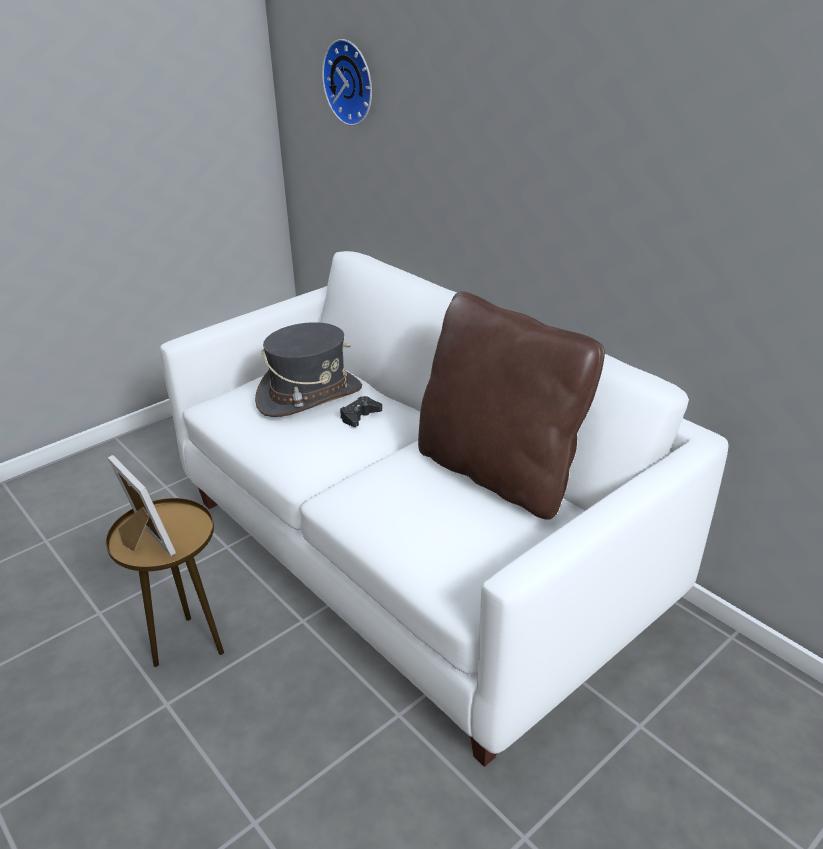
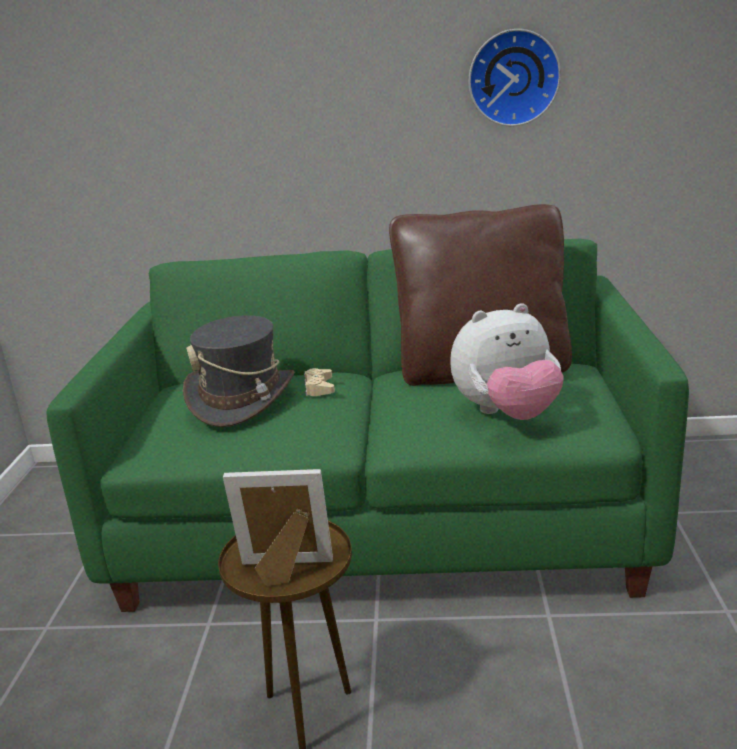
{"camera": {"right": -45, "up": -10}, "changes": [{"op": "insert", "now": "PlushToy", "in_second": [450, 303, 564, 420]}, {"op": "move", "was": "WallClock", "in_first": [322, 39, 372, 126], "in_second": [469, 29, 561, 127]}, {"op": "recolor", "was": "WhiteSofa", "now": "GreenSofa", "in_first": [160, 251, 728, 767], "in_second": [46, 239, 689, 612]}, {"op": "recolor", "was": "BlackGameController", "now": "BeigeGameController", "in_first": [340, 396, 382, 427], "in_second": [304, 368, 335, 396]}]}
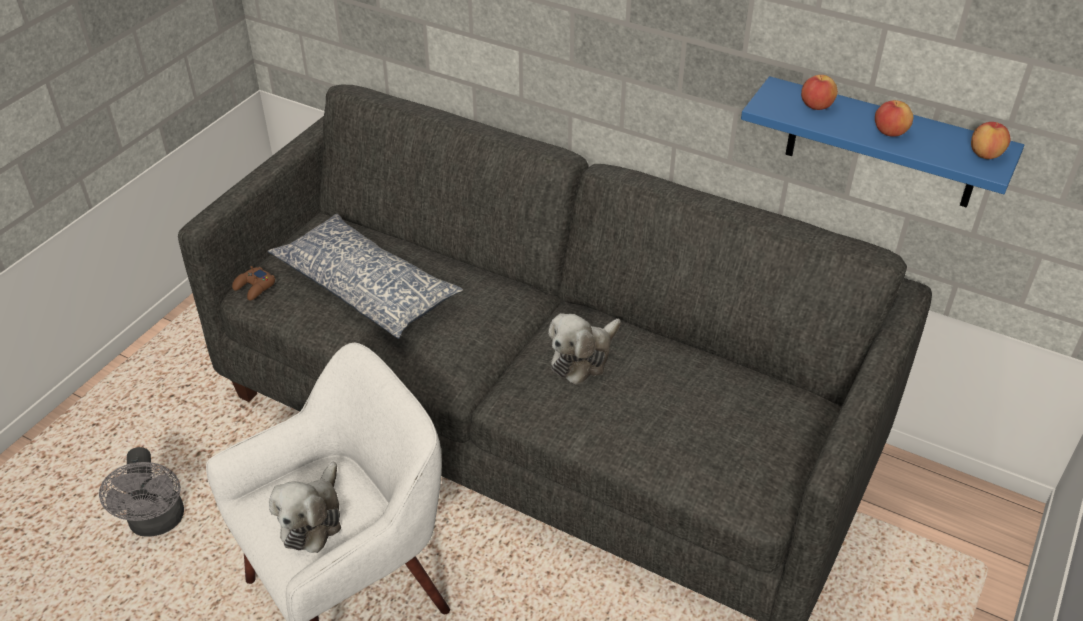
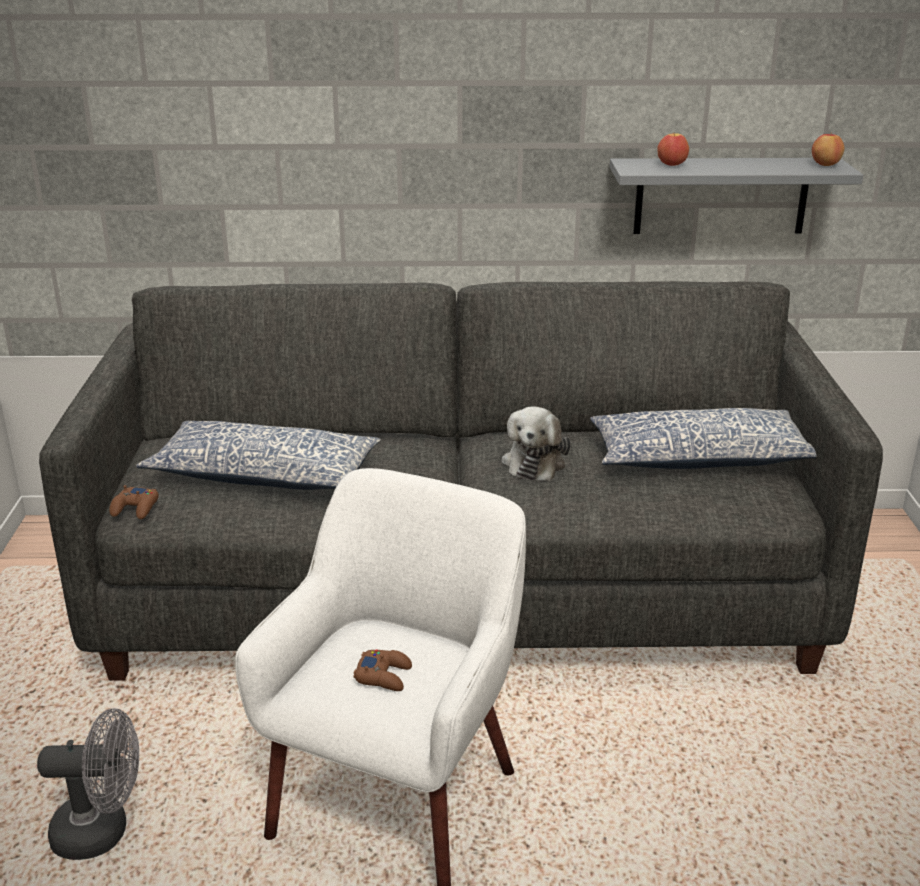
{"camera": {"right": -30, "up": -15}, "changes": [{"op": "delete", "was": "Apple", "in_first": [875, 100, 913, 137]}, {"op": "insert", "now": "Pillow", "in_second": [590, 408, 816, 469]}, {"op": "replace", "was": "PlushToy", "now": "BrownGameController", "in_first": [269, 462, 341, 553], "in_second": [354, 650, 412, 691]}, {"op": "recolor", "was": "BlueShelf", "now": "GreyShelf", "in_first": [741, 76, 1024, 208], "in_second": [610, 158, 863, 234]}, {"op": "rotate", "was": "GreyFan", "in_first": [99, 447, 184, 537], "in_second": [37, 708, 139, 860], "clockwise": -45}]}
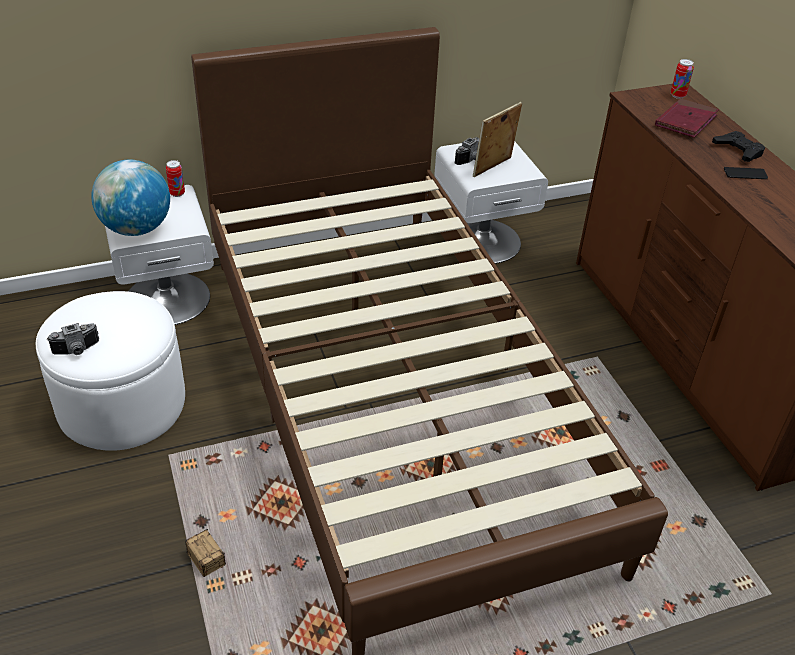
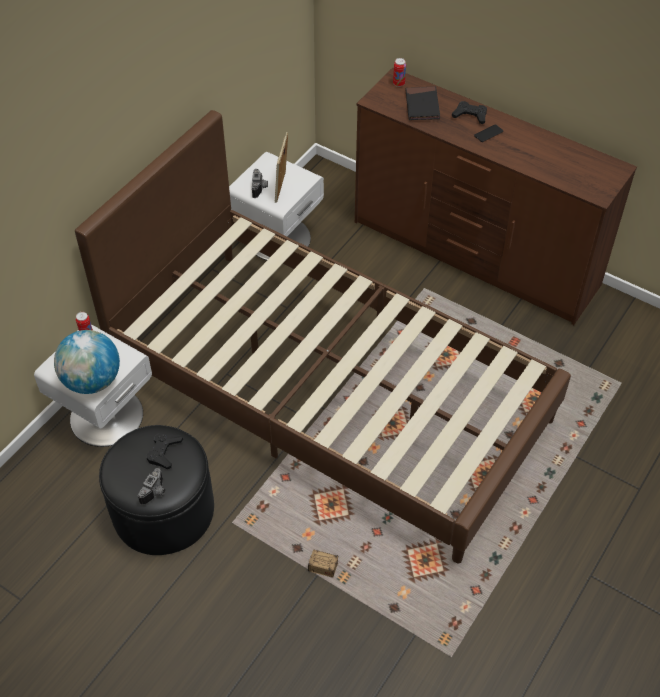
{"camera": {"right": -35, "up": 10}, "changes": [{"op": "insert", "now": "BlackGameController", "in_second": [146, 433, 183, 469]}, {"op": "recolor", "was": "WhiteOttoman", "now": "BlackOttoman", "in_first": [36, 291, 185, 451], "in_second": [99, 425, 214, 555]}, {"op": "recolor", "was": "RedBook", "now": "BlackBook", "in_first": [655, 99, 719, 138], "in_second": [406, 86, 440, 120]}]}
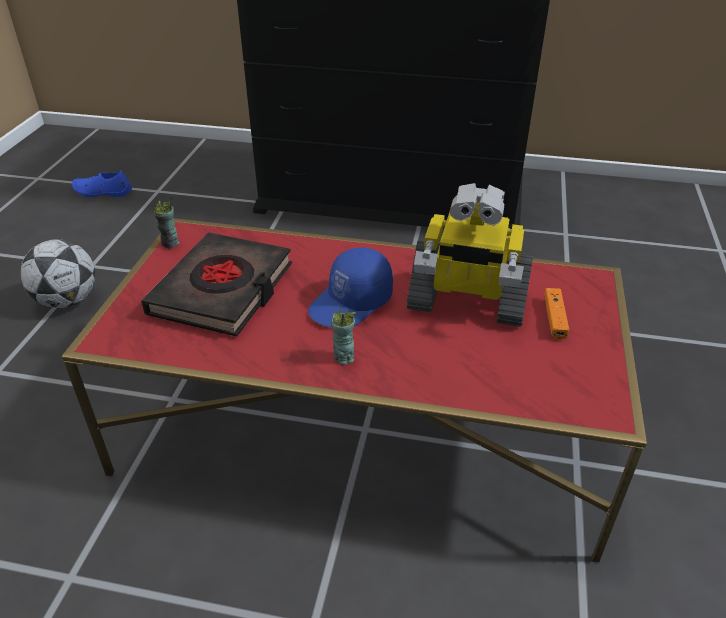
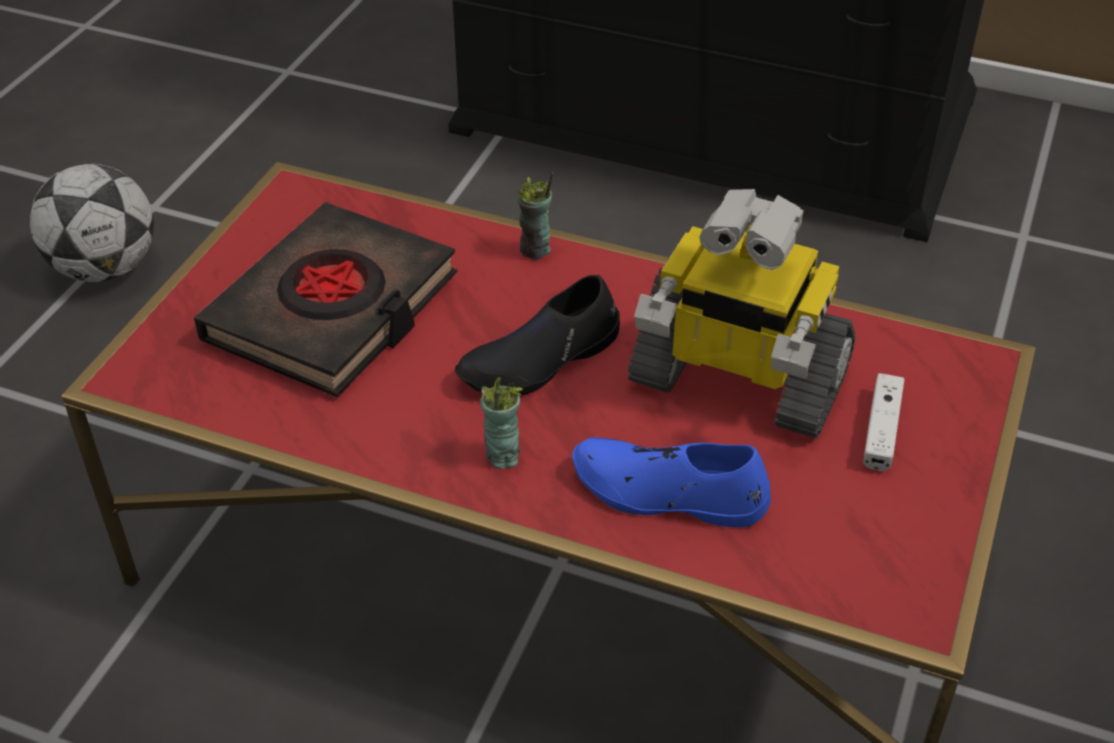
{"camera": {"right": 10, "up": 5}, "changes": [{"op": "move", "was": "BlueShoe", "in_first": [71, 171, 132, 197], "in_second": [572, 438, 771, 527]}, {"op": "move", "was": "Cup", "in_first": [152, 195, 179, 249], "in_second": [517, 172, 553, 260]}, {"op": "replace", "was": "BlueCap", "now": "BlackShoe", "in_first": [308, 248, 393, 328], "in_second": [455, 275, 620, 395]}, {"op": "recolor", "was": "OrangeGameController", "now": "WhiteGameController", "in_first": [544, 288, 569, 339], "in_second": [863, 373, 905, 471]}]}
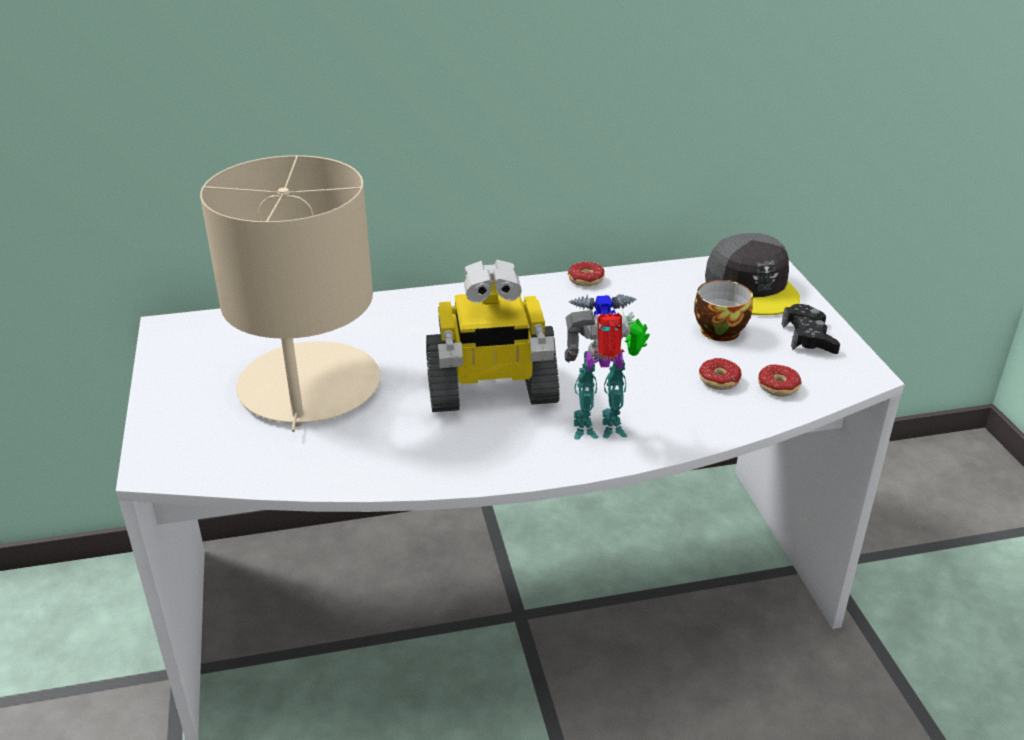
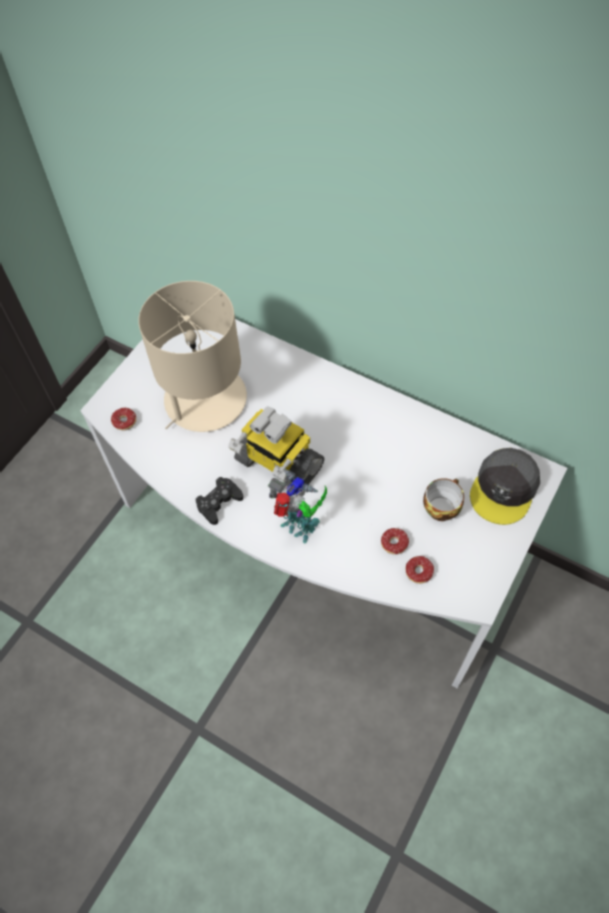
{"camera": {"right": 45, "up": 25}, "changes": [{"op": "move", "was": "Donut", "in_first": [568, 262, 605, 286], "in_second": [111, 408, 136, 430]}, {"op": "move", "was": "BlackGameController", "in_first": [782, 304, 840, 354], "in_second": [196, 477, 243, 525]}]}
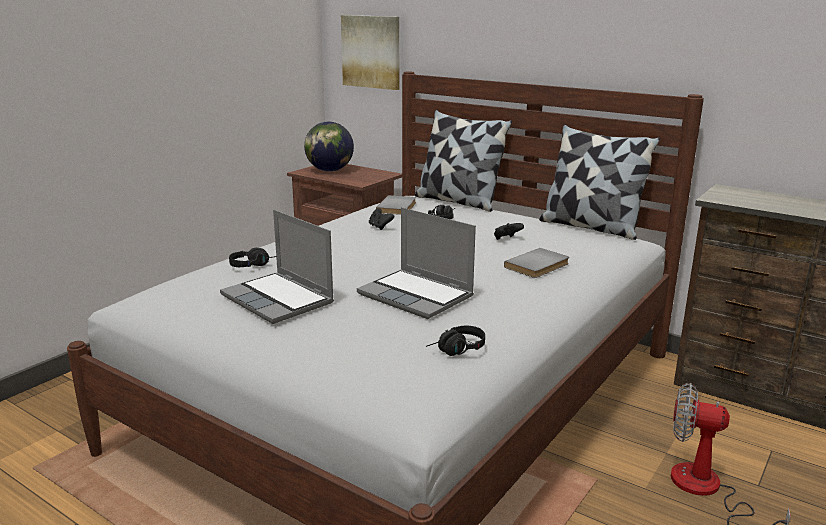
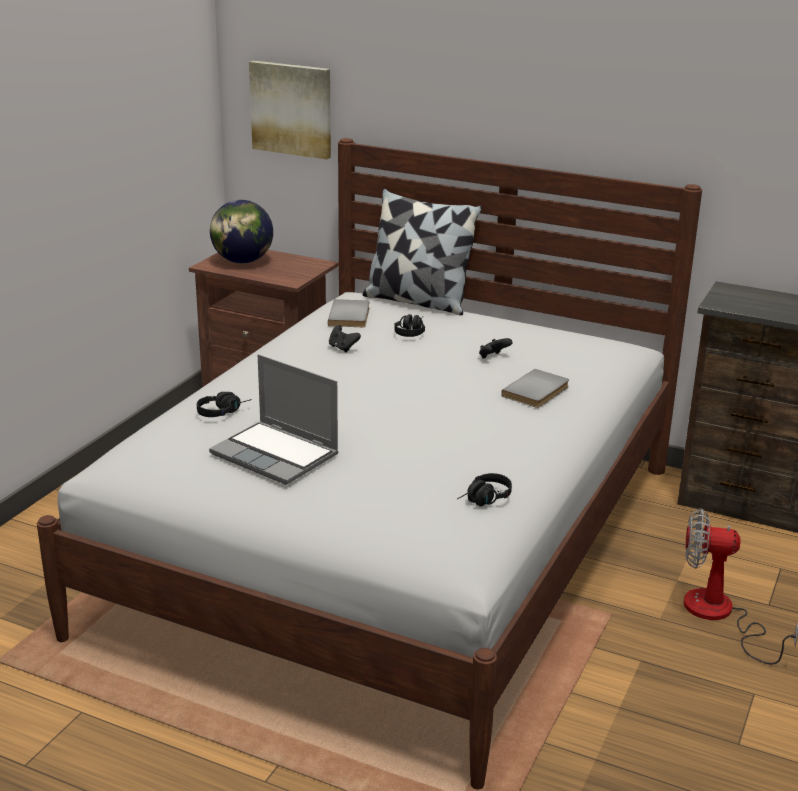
{"camera": {"right": -10, "up": 5}, "changes": [{"op": "delete", "was": "Laptop", "in_first": [357, 207, 476, 319]}, {"op": "delete", "was": "Pillow", "in_first": [539, 125, 660, 240]}]}
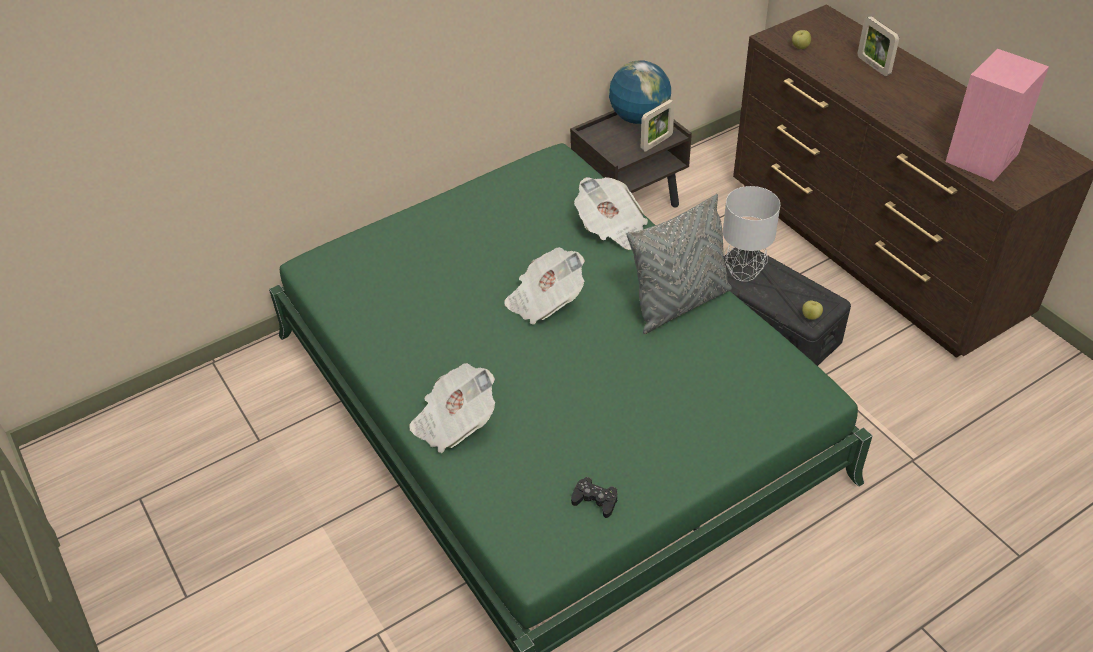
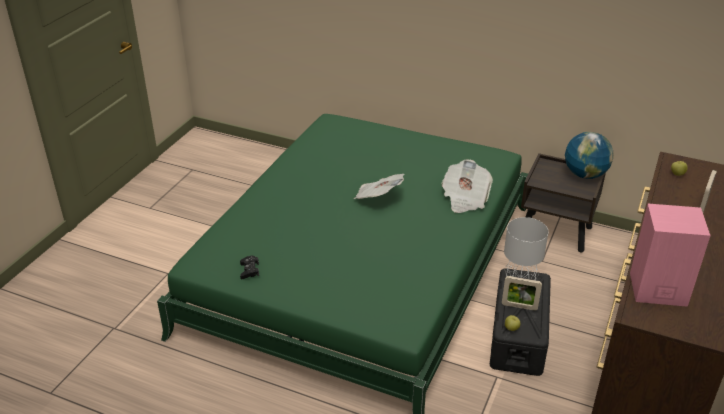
{"camera": {"right": 55, "up": -10}, "changes": [{"op": "delete", "was": "Newspaper", "in_first": [409, 363, 495, 453]}, {"op": "delete", "was": "GreyPillow", "in_first": [626, 194, 732, 334]}, {"op": "move", "was": "PictureFrame", "in_first": [641, 99, 675, 151], "in_second": [502, 276, 542, 311]}]}
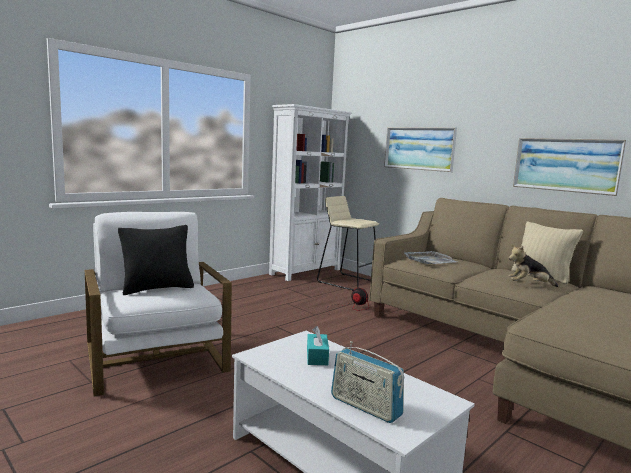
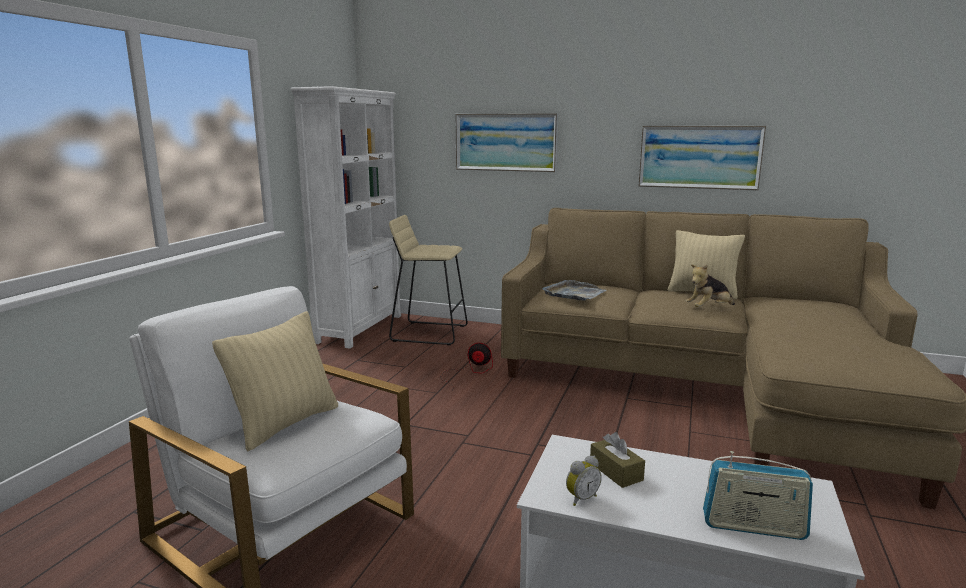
{"camera": {"right": -25, "up": 5}, "changes": [{"op": "insert", "now": "AlarmClock", "in_second": [566, 456, 602, 506]}, {"op": "recolor", "was": "BlackPillow", "now": "BeigePillow", "in_first": [118, 225, 194, 295], "in_second": [212, 311, 338, 451]}, {"op": "recolor", "was": "TurquoiseTissueBox", "now": "BrownTissueBox", "in_first": [307, 326, 329, 365], "in_second": [590, 432, 645, 488]}]}
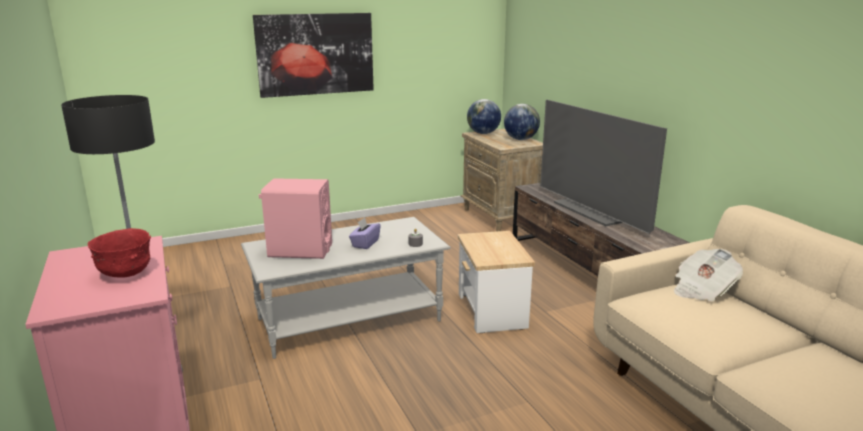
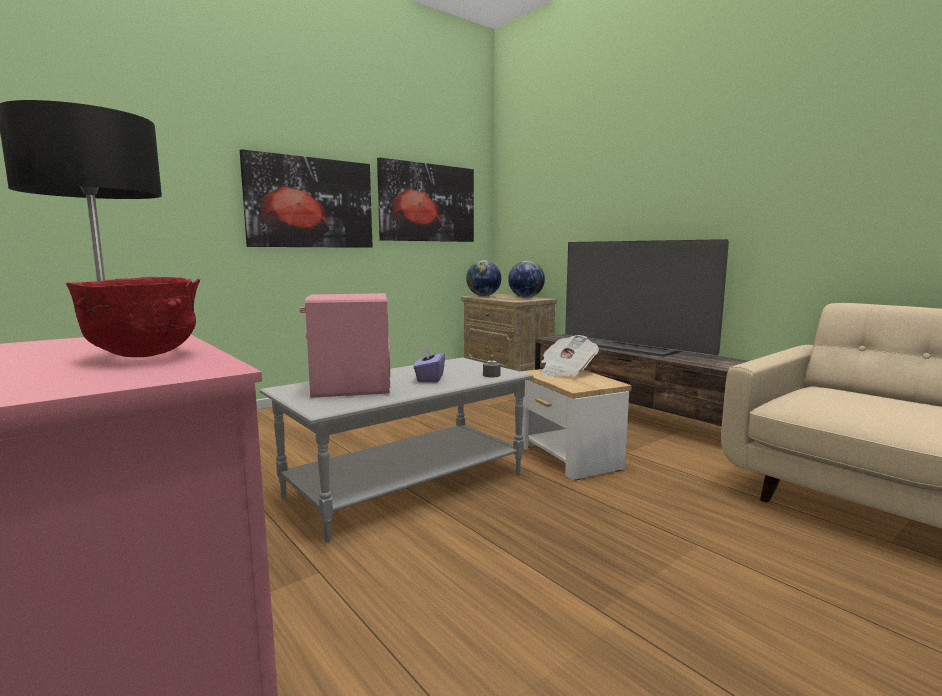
{"camera": {"right": -15, "up": -10}, "changes": [{"op": "insert", "now": "Picture", "in_second": [377, 157, 474, 242]}, {"op": "move", "was": "Newspaper", "in_first": [674, 249, 743, 301], "in_second": [541, 335, 599, 377]}]}
